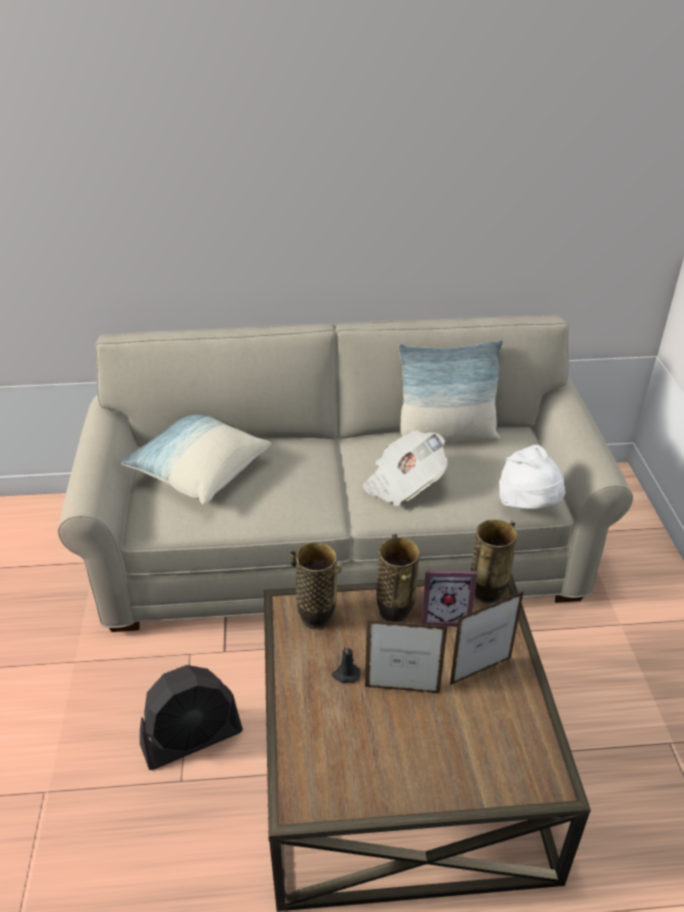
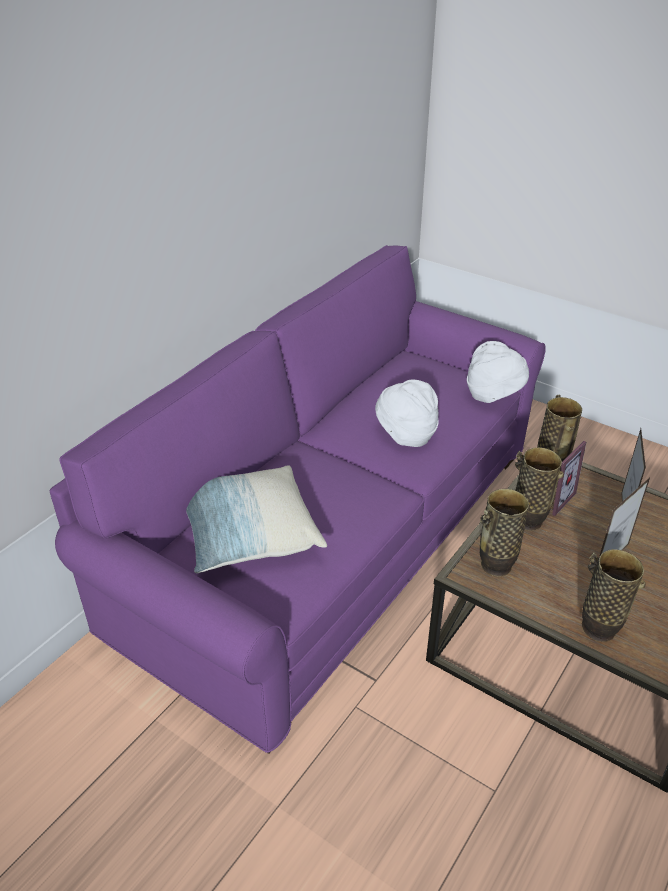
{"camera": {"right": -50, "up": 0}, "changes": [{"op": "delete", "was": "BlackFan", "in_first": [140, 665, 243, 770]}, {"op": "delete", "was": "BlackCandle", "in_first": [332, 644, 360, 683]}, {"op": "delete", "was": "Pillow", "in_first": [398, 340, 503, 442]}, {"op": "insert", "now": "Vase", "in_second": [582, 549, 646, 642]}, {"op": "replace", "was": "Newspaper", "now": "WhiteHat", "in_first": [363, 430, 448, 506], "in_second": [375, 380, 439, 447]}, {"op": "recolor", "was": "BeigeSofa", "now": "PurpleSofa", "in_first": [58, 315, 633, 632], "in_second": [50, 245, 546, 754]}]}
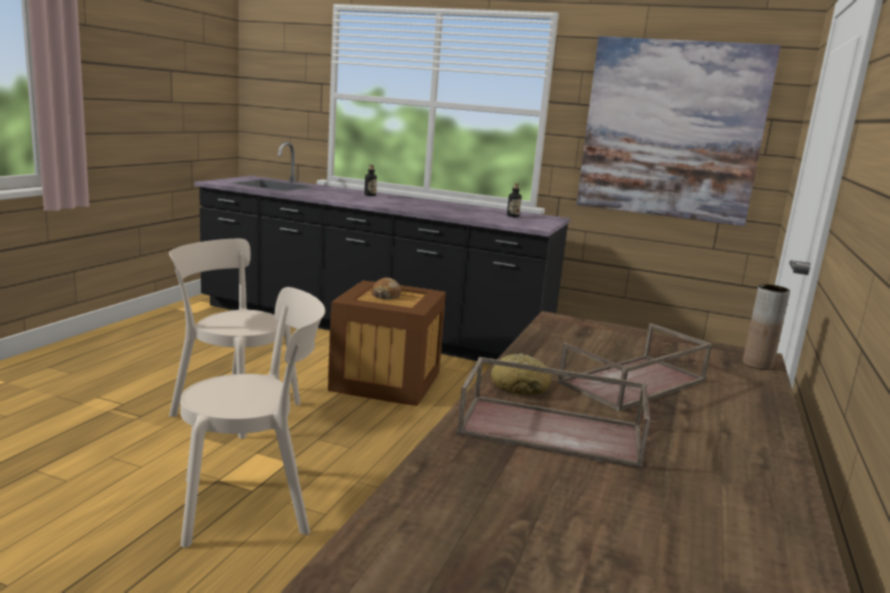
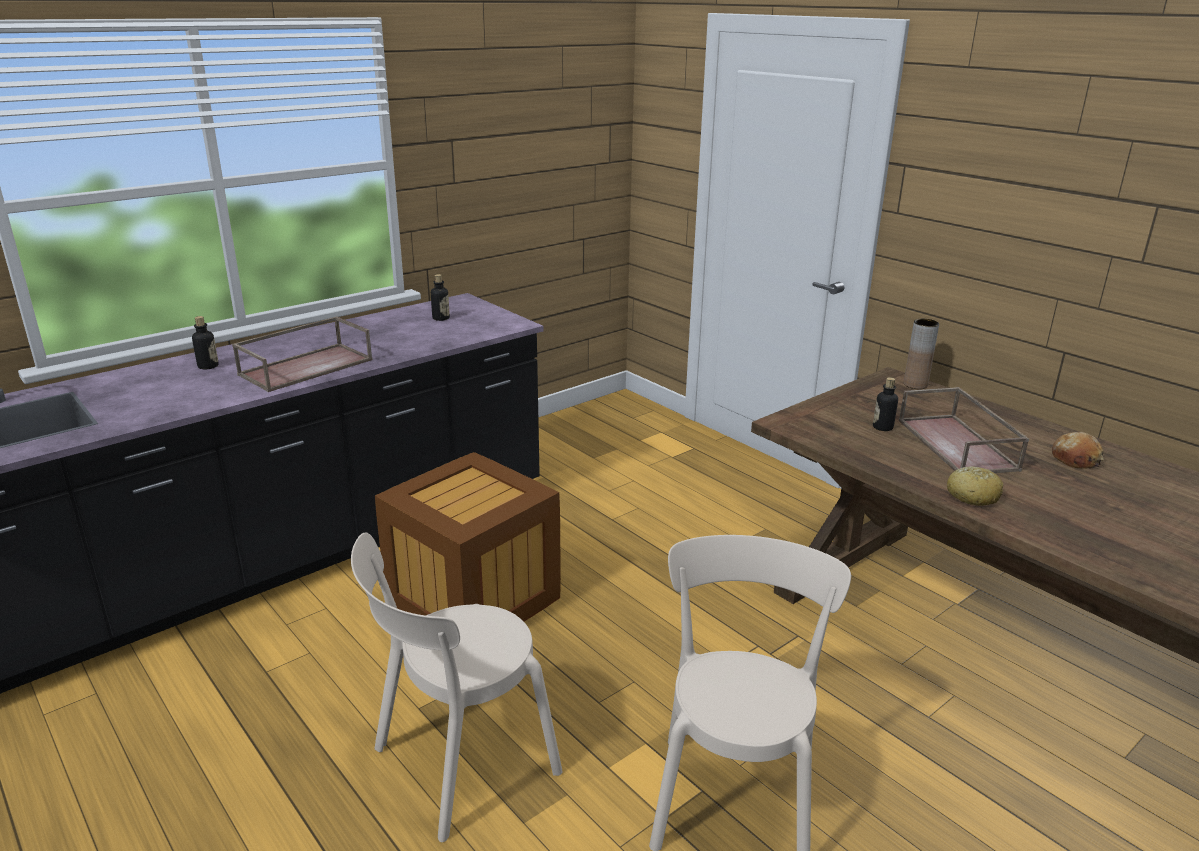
{"camera": {"right": -60, "up": 10}, "changes": [{"op": "delete", "was": "Picture", "in_first": [577, 36, 781, 226]}, {"op": "insert", "now": "Bottle", "in_second": [873, 377, 898, 431]}, {"op": "move", "was": "Bread", "in_first": [371, 278, 401, 299], "in_second": [1052, 432, 1104, 469]}, {"op": "move", "was": "BrownTray", "in_first": [456, 357, 650, 469], "in_second": [232, 316, 373, 392]}]}
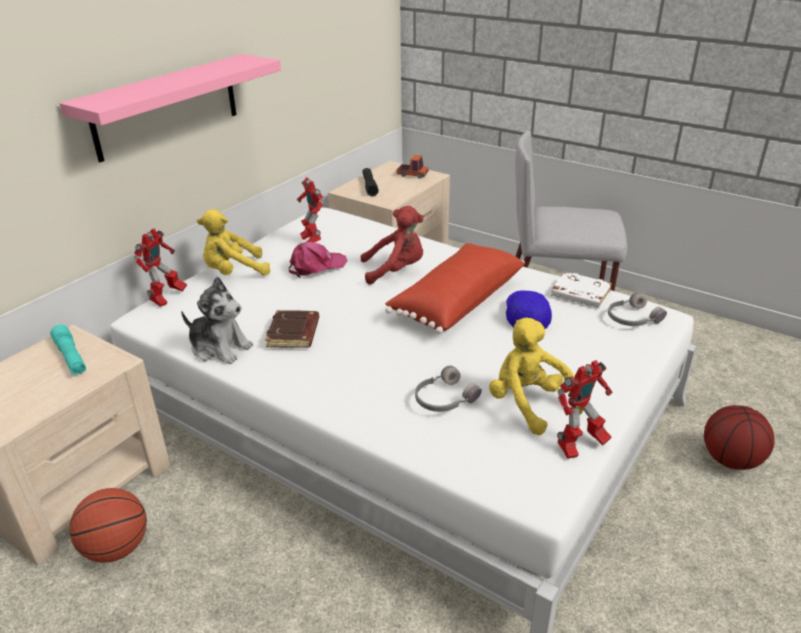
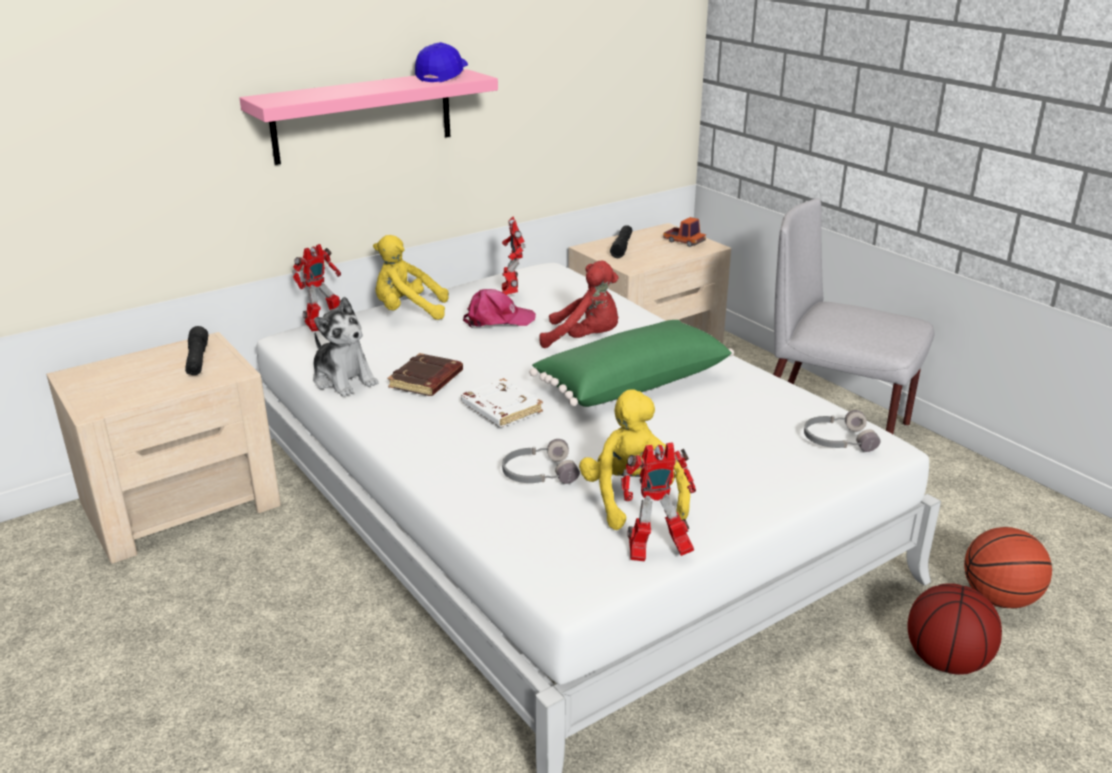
{"camera": {"right": 20, "up": -5}, "changes": [{"op": "move", "was": "Basketball", "in_first": [69, 488, 147, 563], "in_second": [964, 527, 1052, 608]}, {"op": "move", "was": "BlueCap", "in_first": [506, 290, 552, 329], "in_second": [415, 42, 468, 82]}, {"op": "move", "was": "WhiteBook", "in_first": [551, 272, 612, 308], "in_second": [461, 378, 543, 427]}, {"op": "recolor", "was": "TurquoiseFlashlight", "now": "BlackFlashlight", "in_first": [50, 324, 86, 375], "in_second": [185, 326, 208, 375]}, {"op": "recolor", "was": "RedPillow", "now": "GreenPillow", "in_first": [385, 243, 525, 334], "in_second": [530, 320, 734, 407]}]}
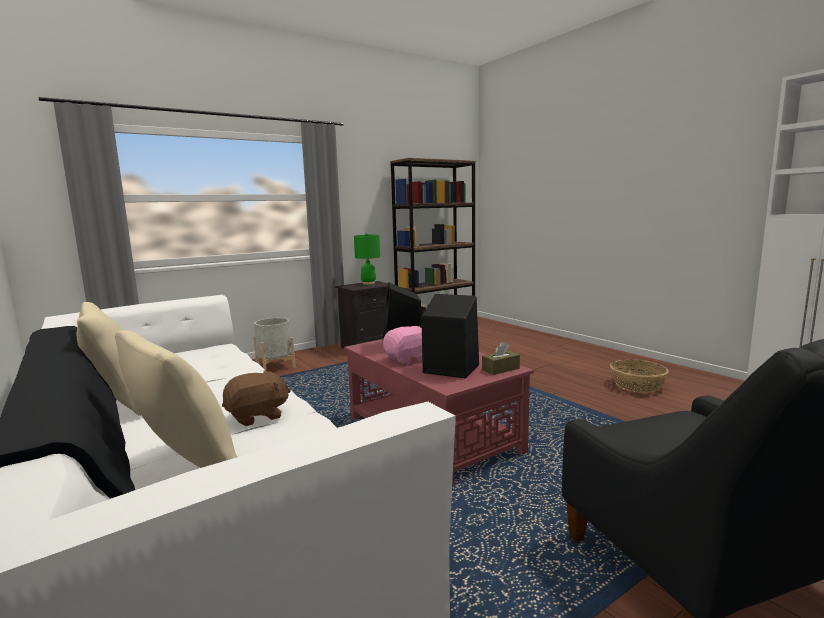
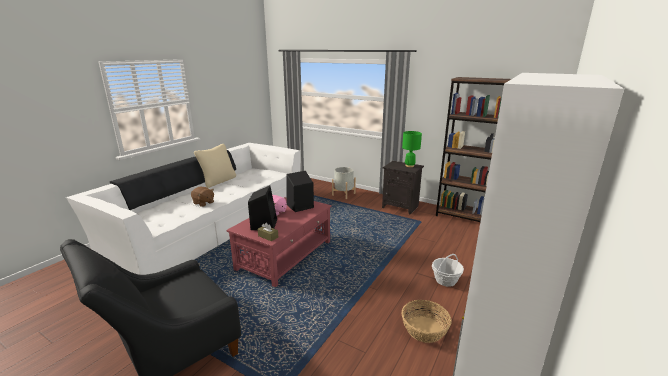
{"camera": {"right": 65, "up": 10}, "changes": [{"op": "delete", "was": "BeigePillow", "in_first": [115, 330, 237, 468]}, {"op": "insert", "now": "Basket", "in_second": [432, 254, 464, 287]}]}
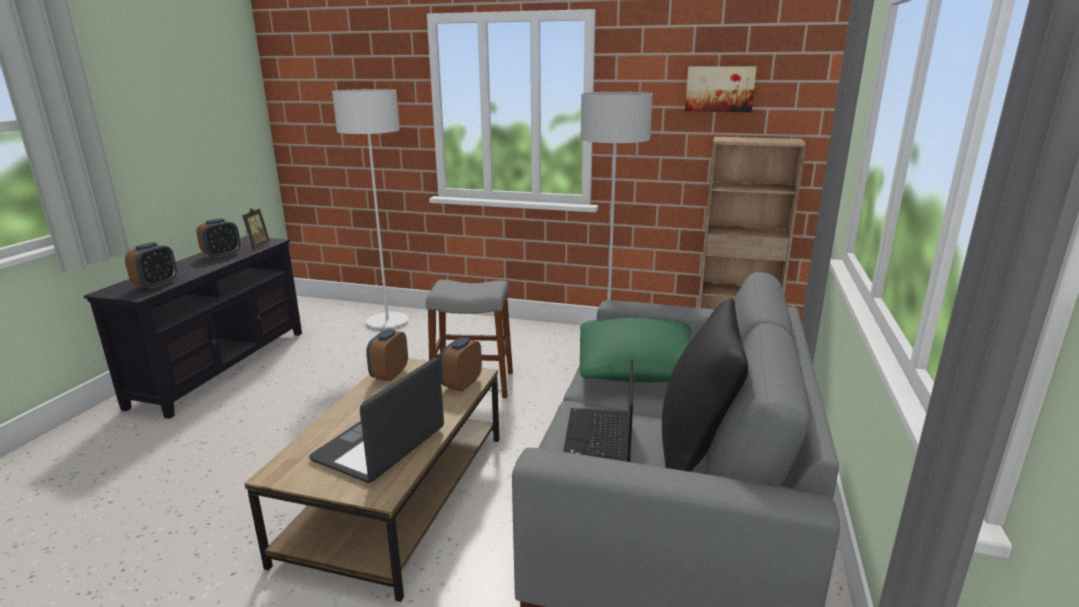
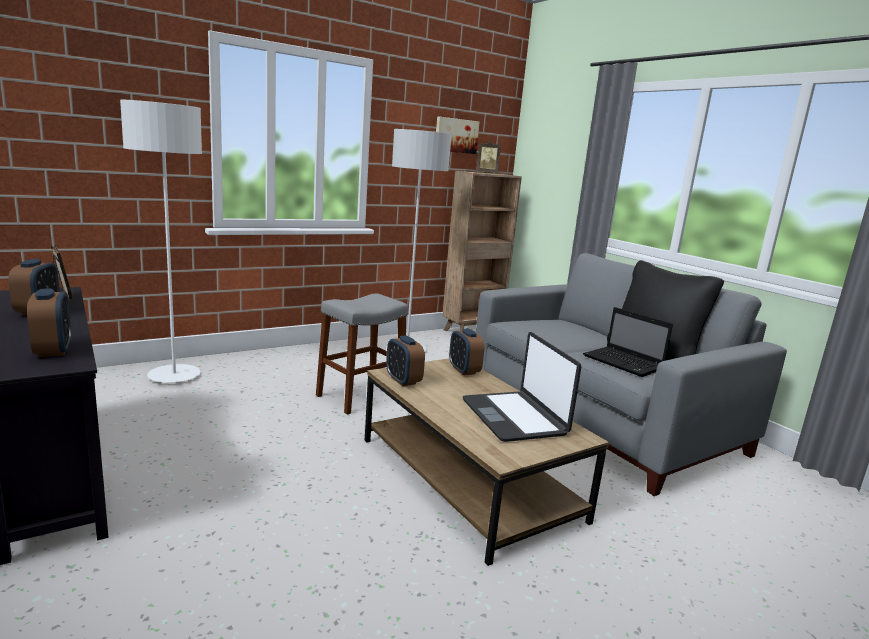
{"camera": {"right": -50, "up": -5}, "changes": [{"op": "delete", "was": "GreenPillow", "in_first": [580, 318, 692, 382]}, {"op": "insert", "now": "PictureFrame", "in_second": [476, 141, 501, 174]}]}
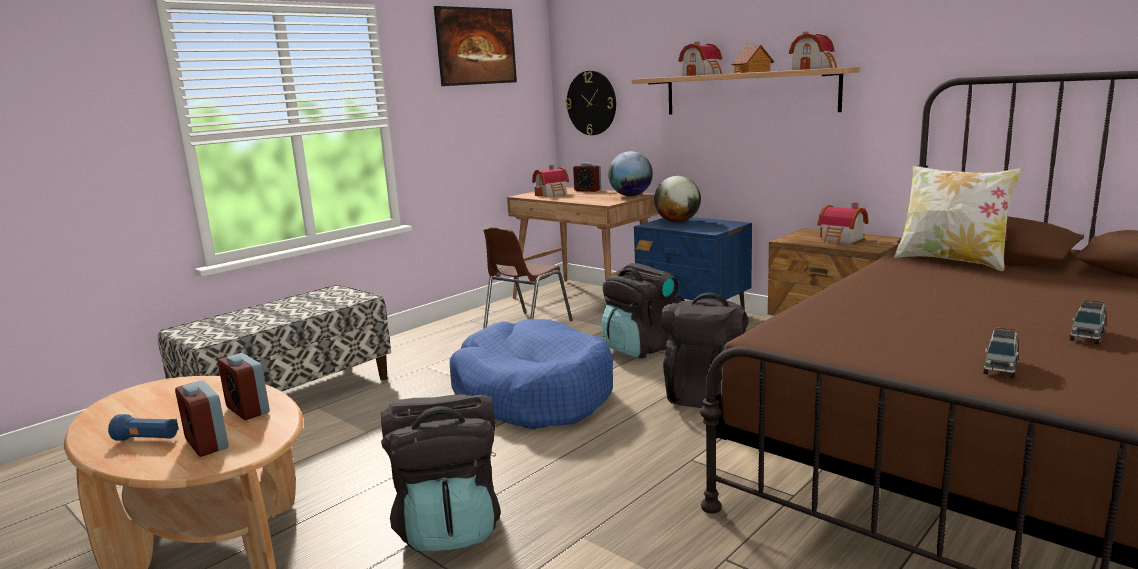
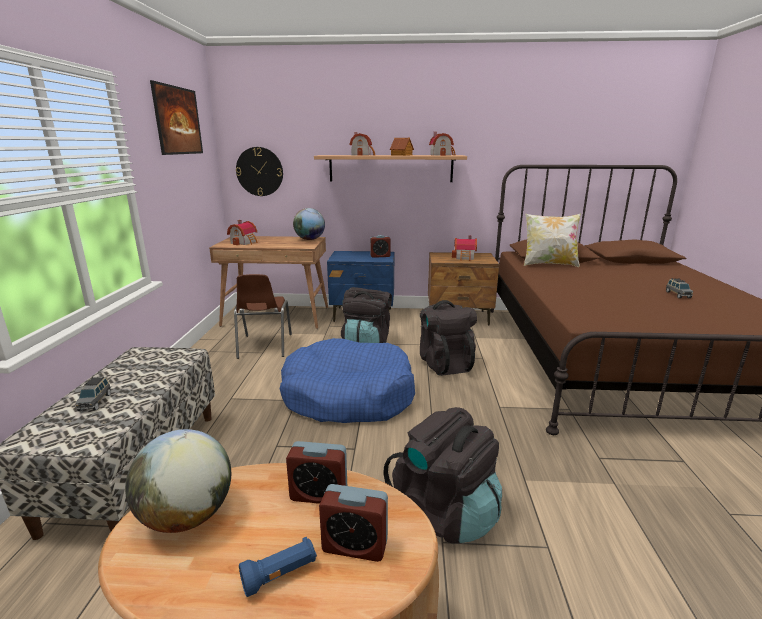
{"camera": {"right": -40, "up": 5}, "changes": [{"op": "move", "was": "AlarmClock", "in_first": [573, 162, 602, 192], "in_second": [370, 235, 390, 258]}, {"op": "move", "was": "Globe", "in_first": [654, 176, 701, 222], "in_second": [125, 429, 231, 533]}, {"op": "move", "was": "GreyToyCar", "in_first": [983, 327, 1018, 378], "in_second": [76, 376, 111, 411]}]}
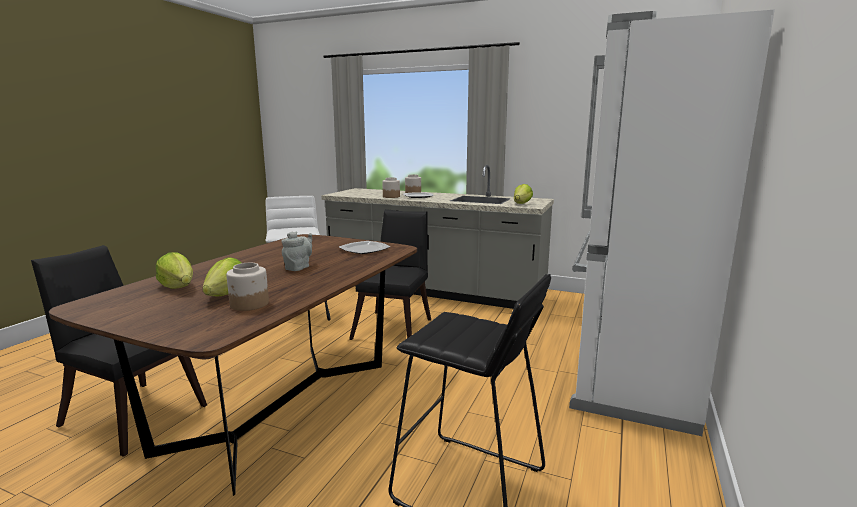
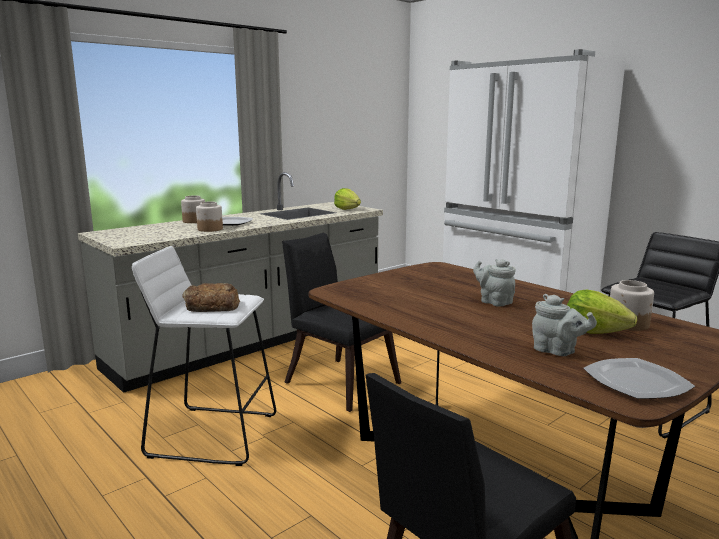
{"camera": {"right": -65, "up": 0}, "changes": [{"op": "insert", "now": "Bread", "in_second": [182, 283, 240, 312]}, {"op": "move", "was": "Plate", "in_first": [339, 241, 390, 254], "in_second": [584, 358, 695, 399]}, {"op": "replace", "was": "Lettuce", "now": "GreyTeapot", "in_first": [156, 252, 193, 289], "in_second": [532, 294, 597, 356]}]}
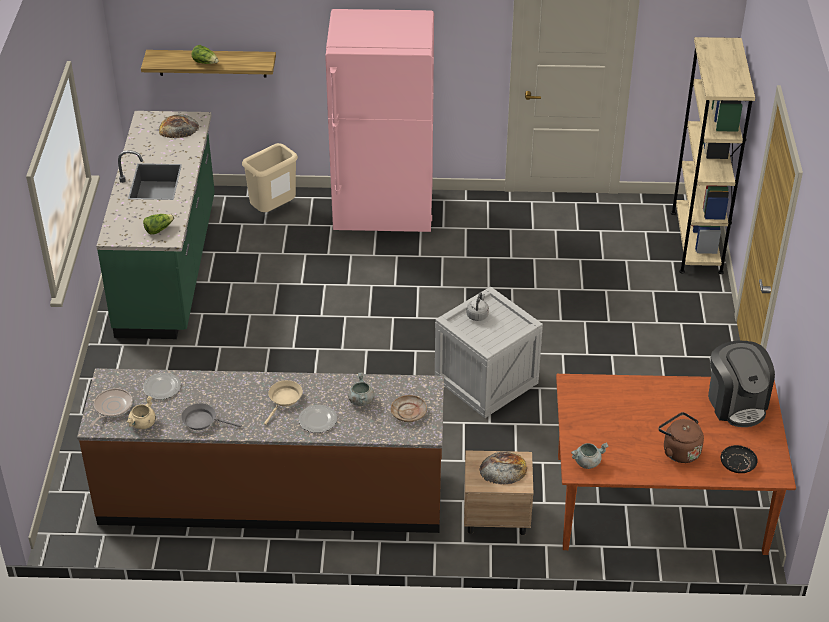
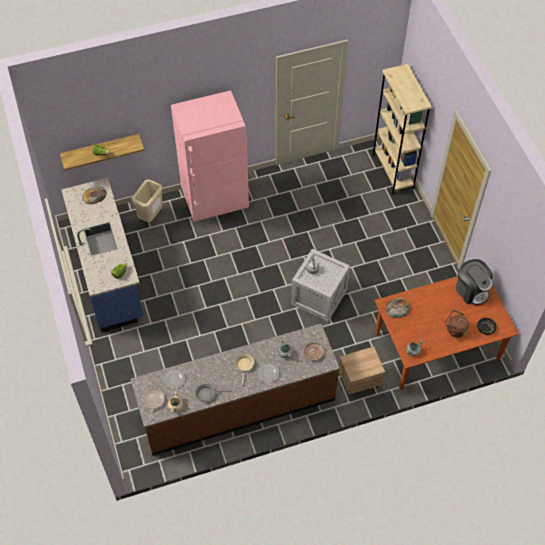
{"camera": {"right": -20, "up": 15}, "changes": [{"op": "move", "was": "Bread", "in_first": [479, 452, 527, 485], "in_second": [386, 298, 411, 318]}, {"op": "recolor", "was": "GreenCounter", "now": "BlueCounter", "in_first": [96, 111, 215, 339], "in_second": [61, 178, 143, 332]}]}
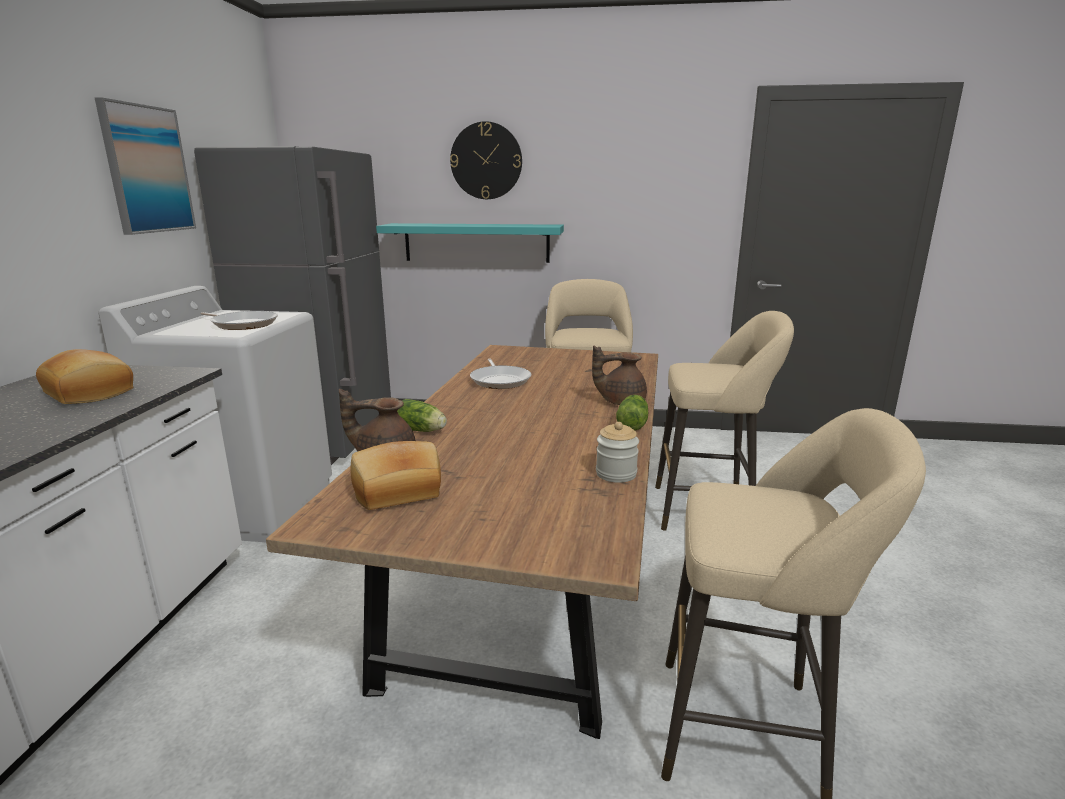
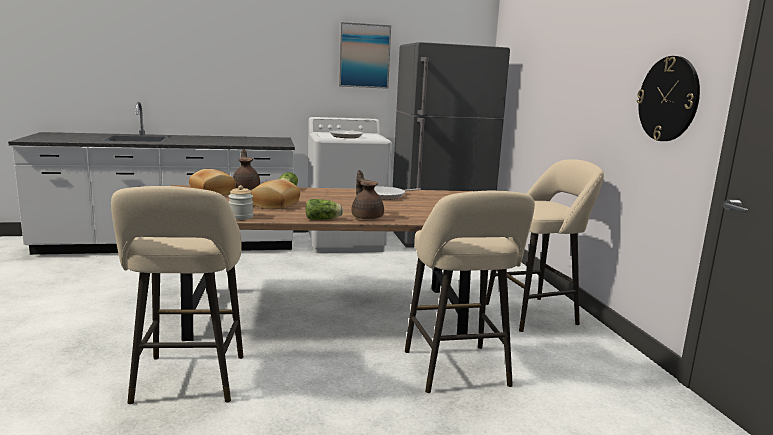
{"camera": {"right": 70, "up": -5}, "changes": [{"op": "delete", "was": "TurquoiseShelf", "in_first": [376, 223, 564, 263]}, {"op": "move", "was": "Bread", "in_first": [36, 349, 133, 404], "in_second": [251, 179, 300, 209]}, {"op": "move", "was": "WallClock", "in_first": [450, 121, 522, 199], "in_second": [637, 56, 700, 141]}]}
